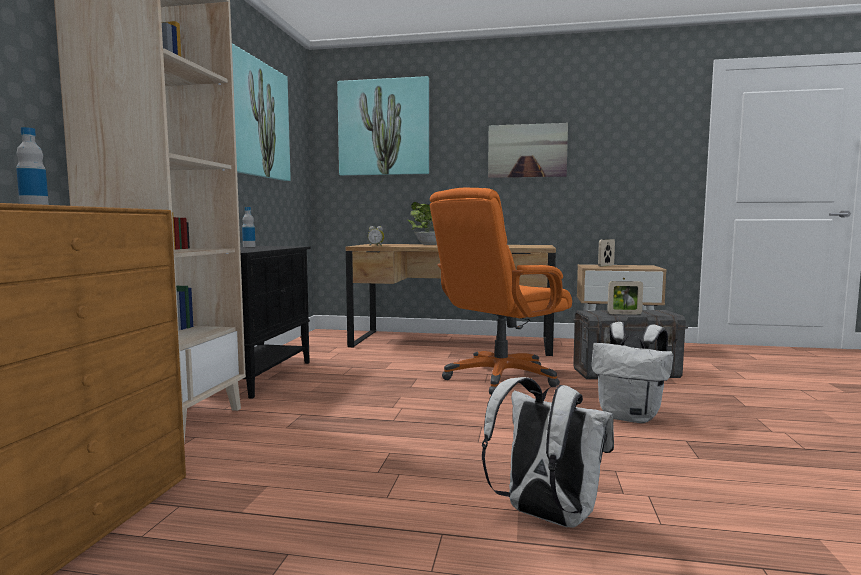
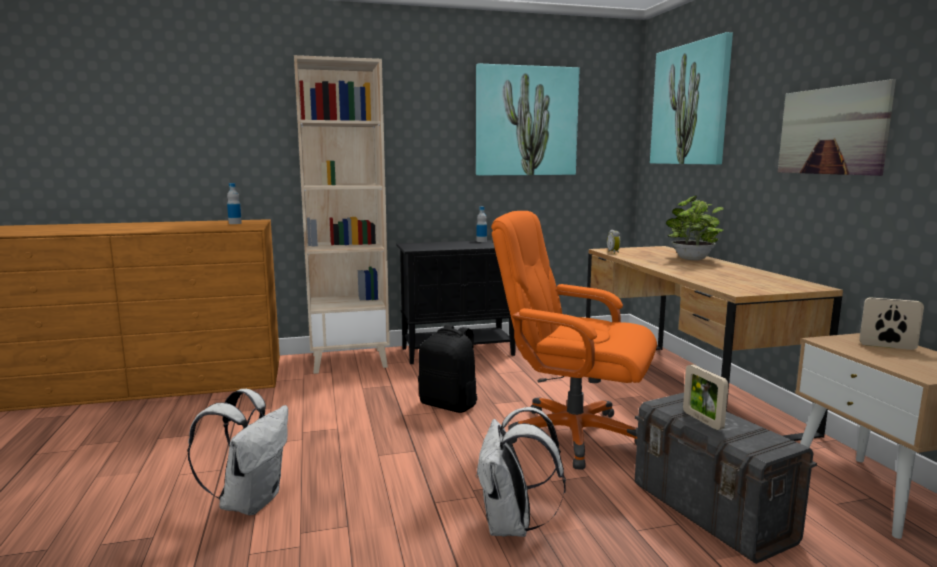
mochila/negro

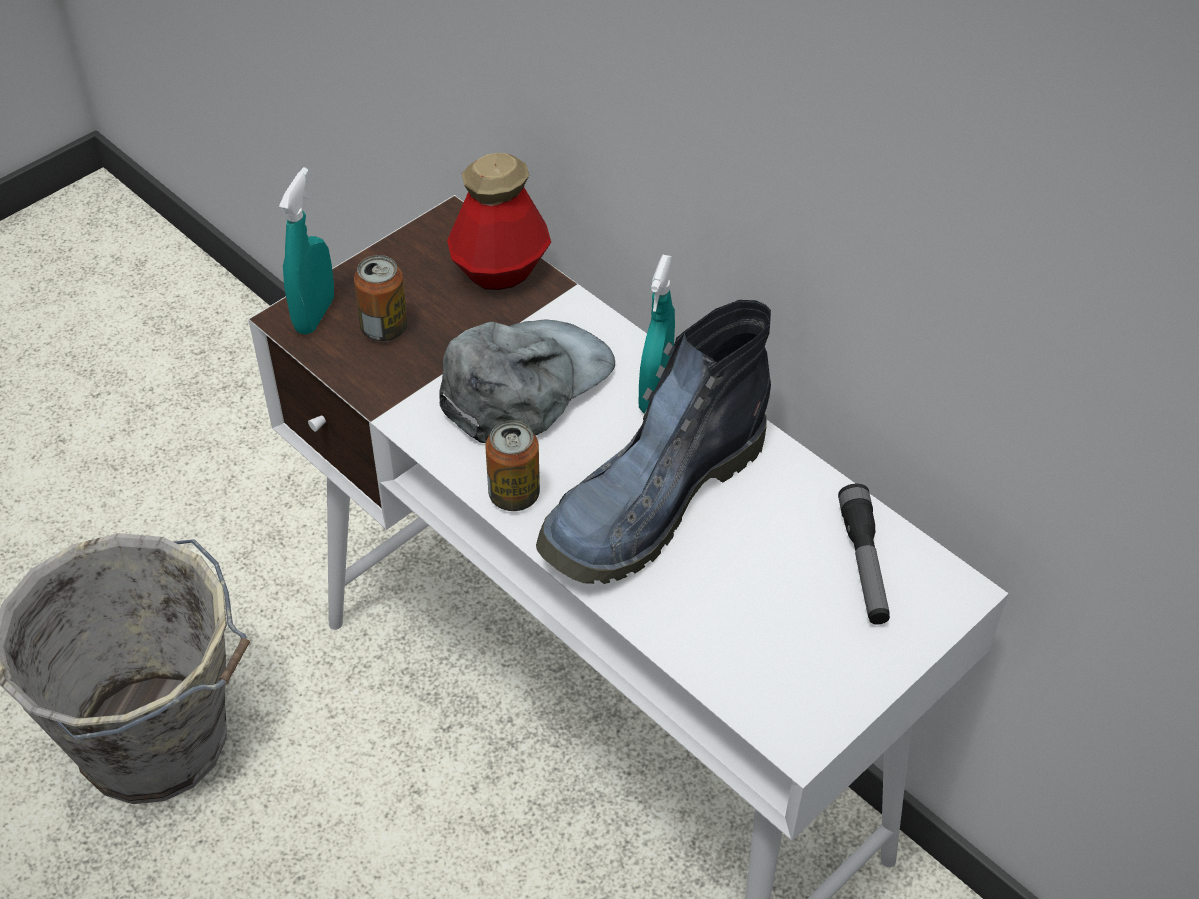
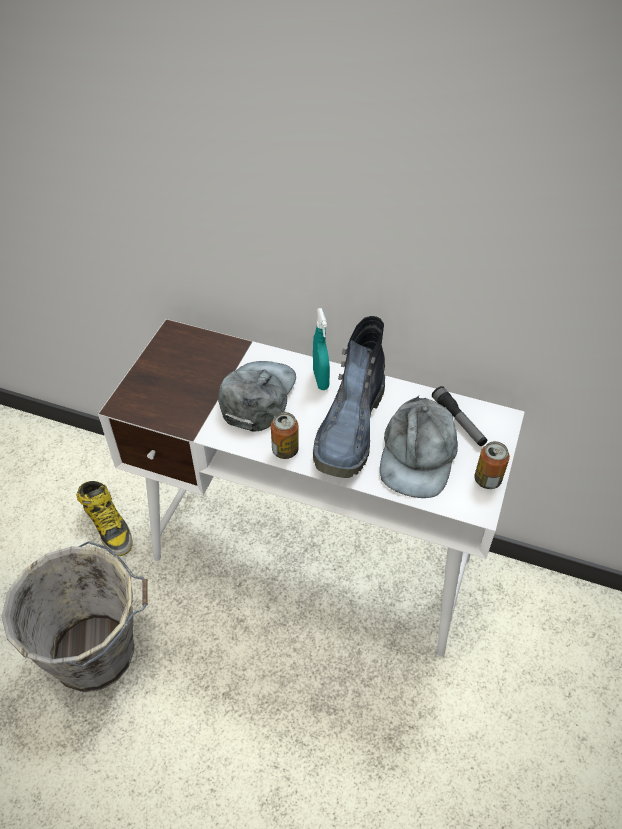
pulverizador/turquesa (1st from left in the first image); botella; bota (1st from left); gorra/gris (2nd from left); lata (2nd from left)

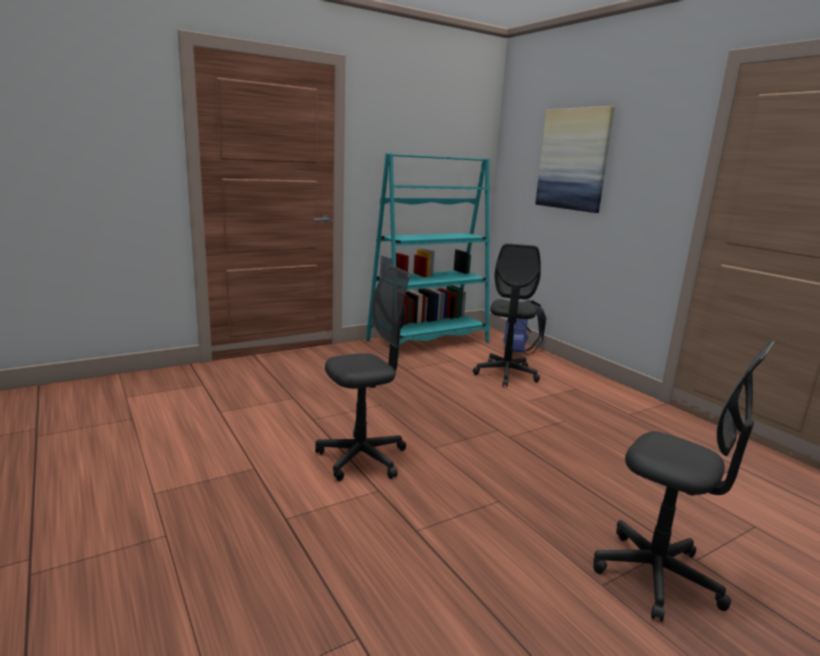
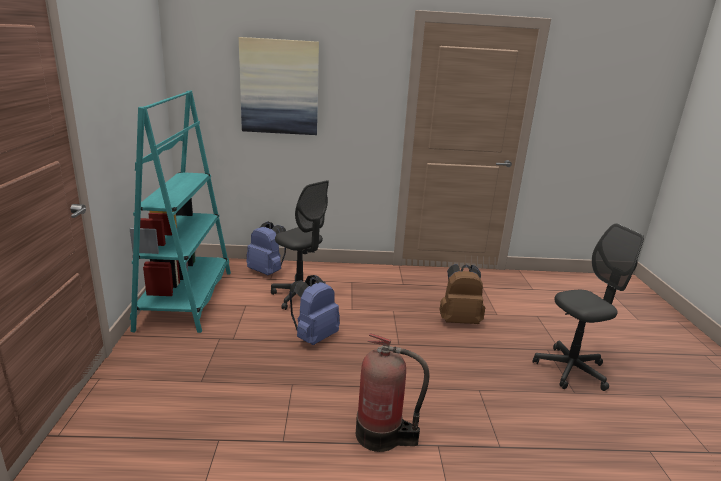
mochila/azul (2nd from left); mochila/marrón; extintor

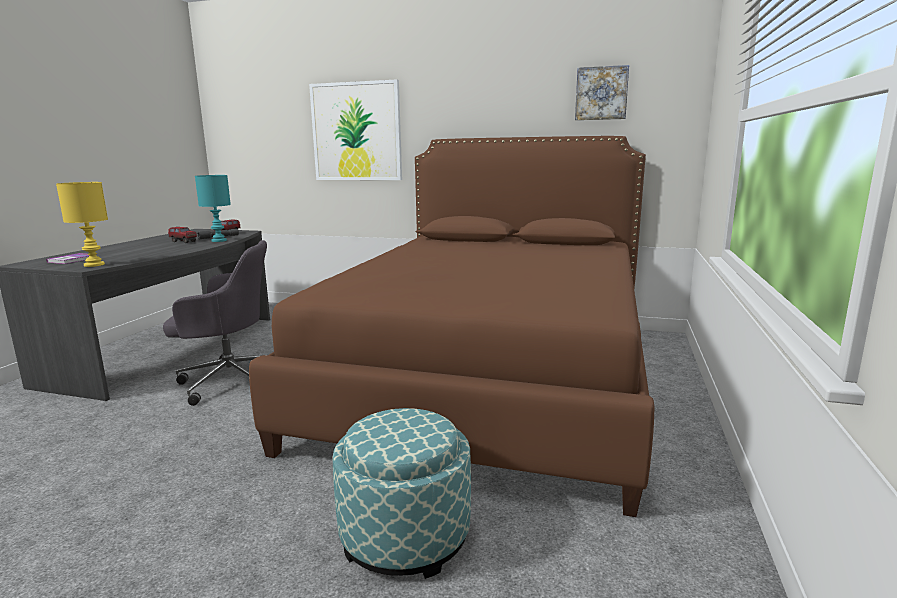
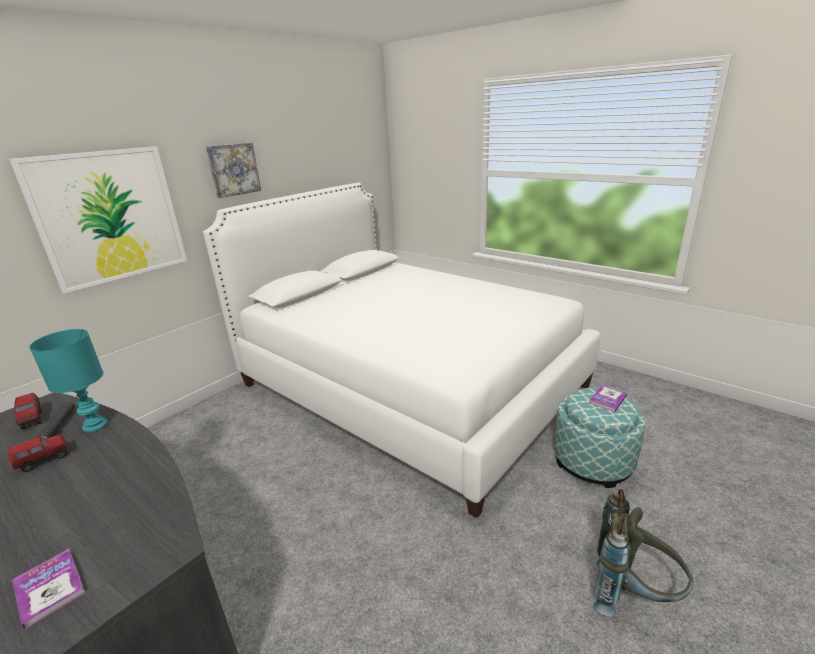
lámpara de mesa/amarillo; silla de oficina/gris; libro (2nd from left); mochila/gris; cuadro (2nd from left); cama/blanco

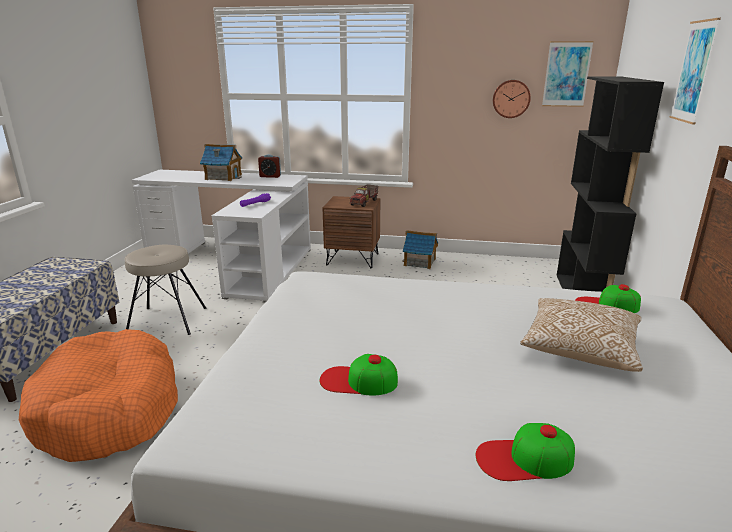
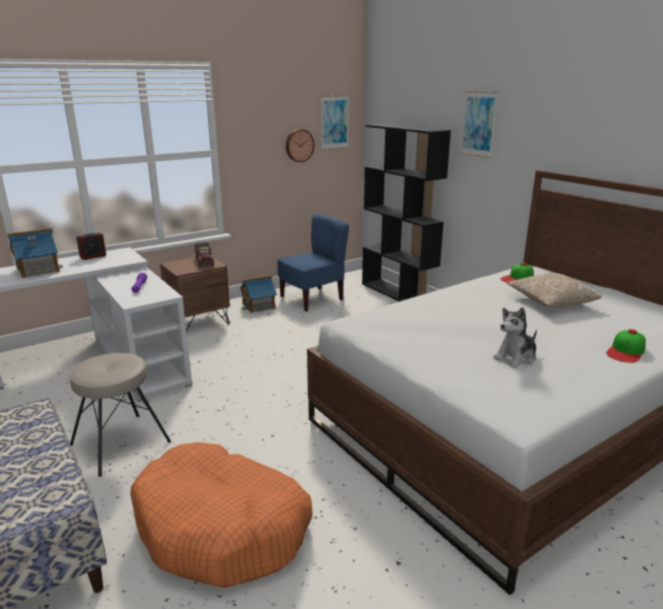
silla/azul; peluche

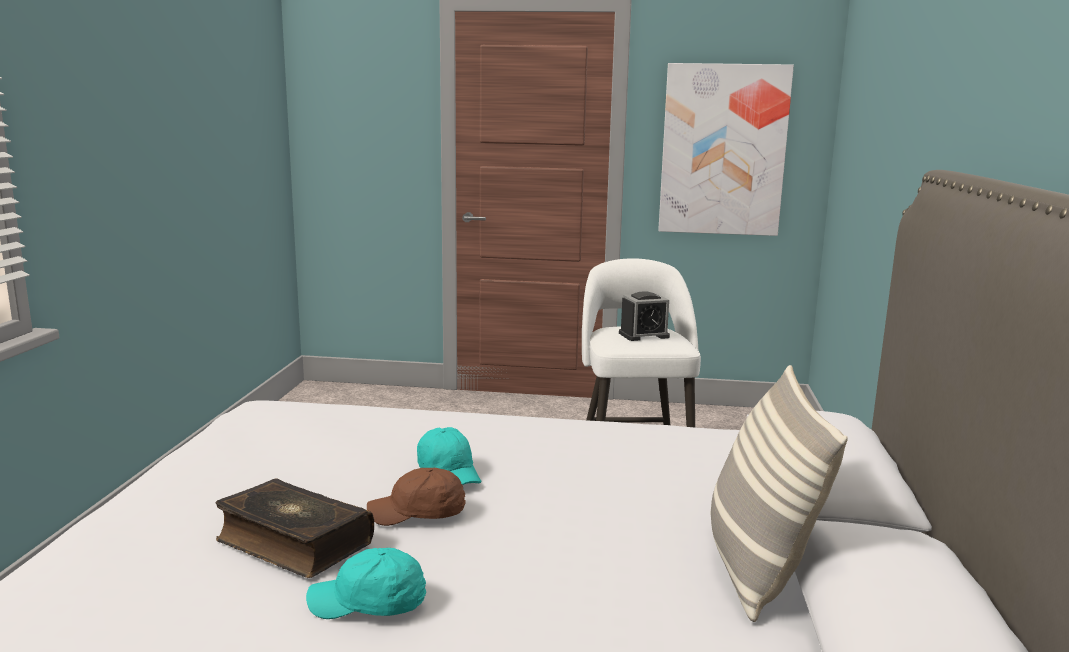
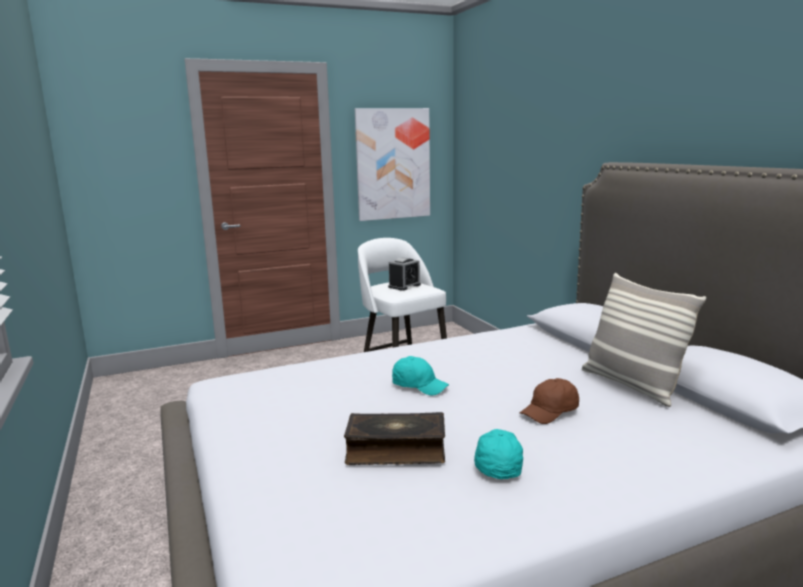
gorra/marrón; gorra/turquesa (2nd from left)

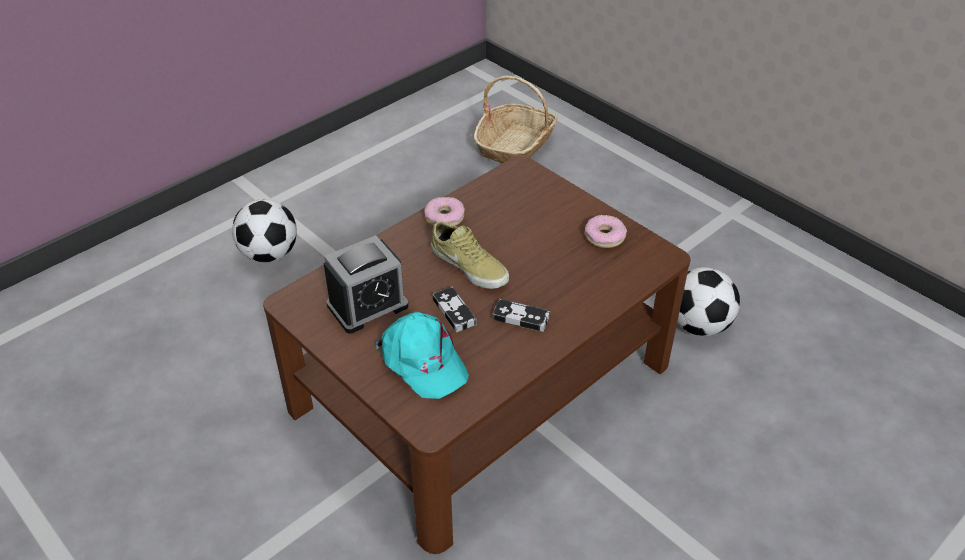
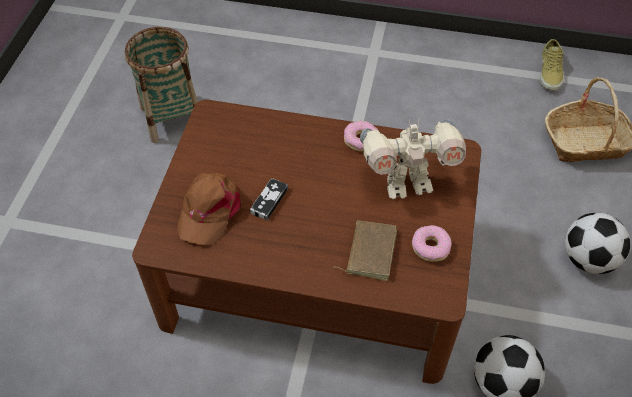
despertador; mando de consola (2nd from left in the first image); cesta (1st from left); libro/marrón; robot de juguete; balón de fútbol (2nd from left); zapato/beis; gorra/marrón

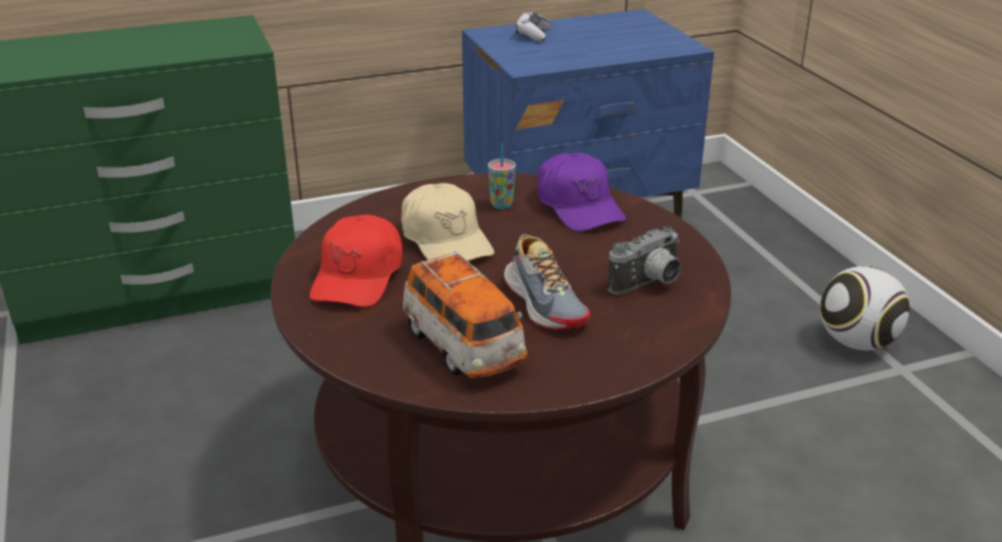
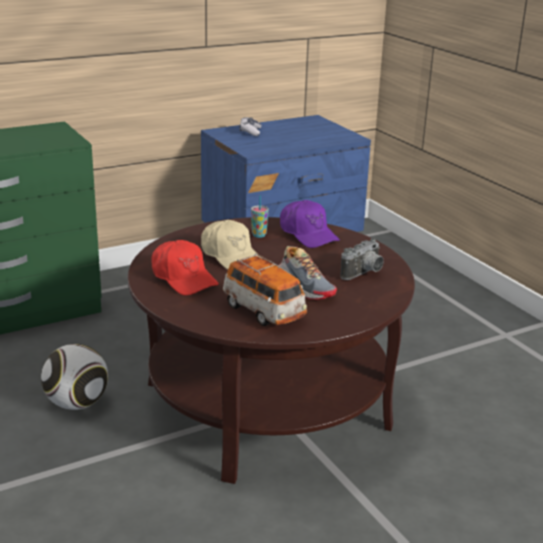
balón de fútbol; gorra/rojo

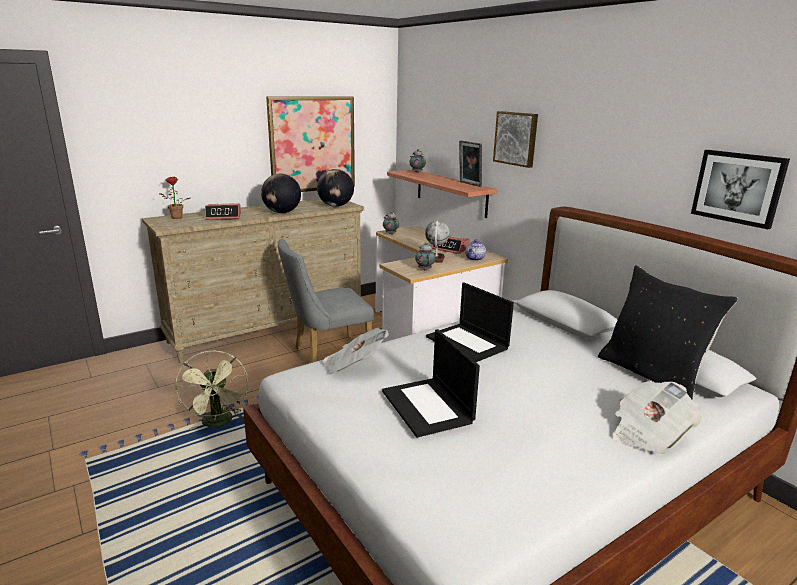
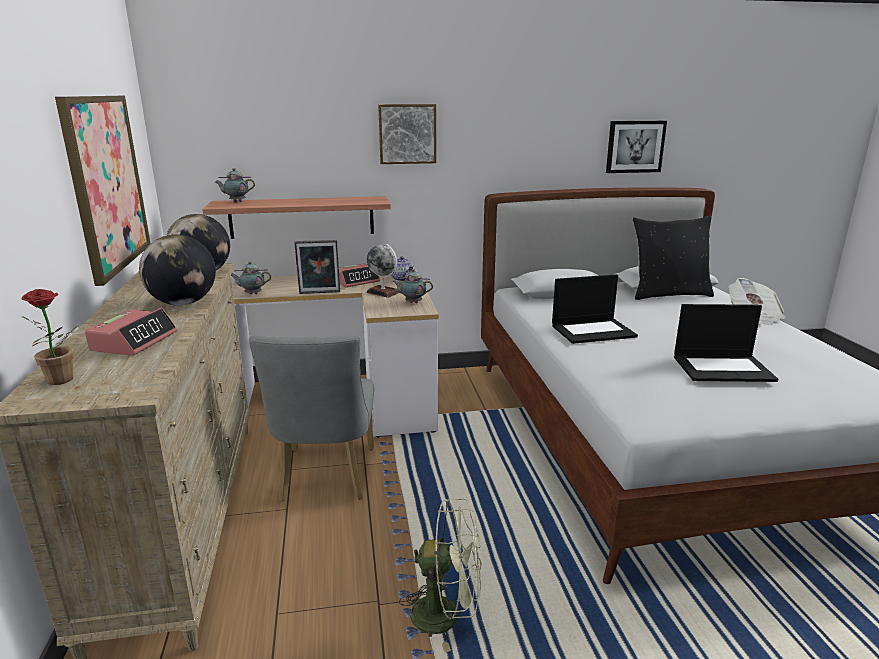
periódico (1st from left in the first image); portarretratos

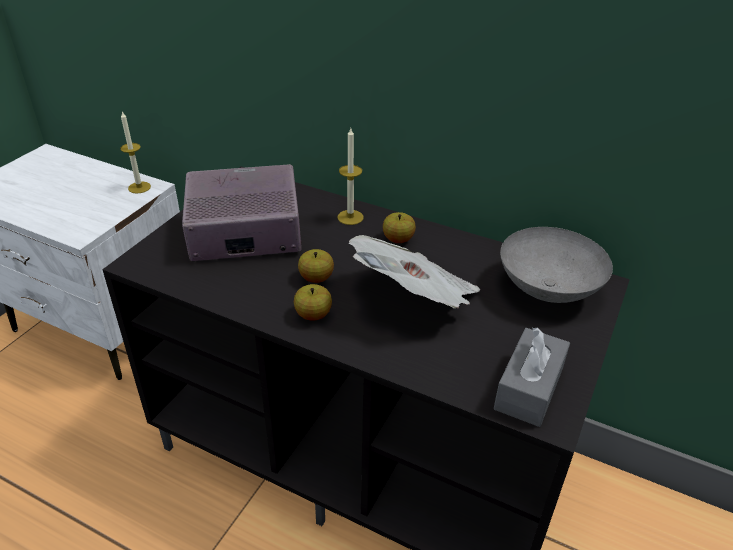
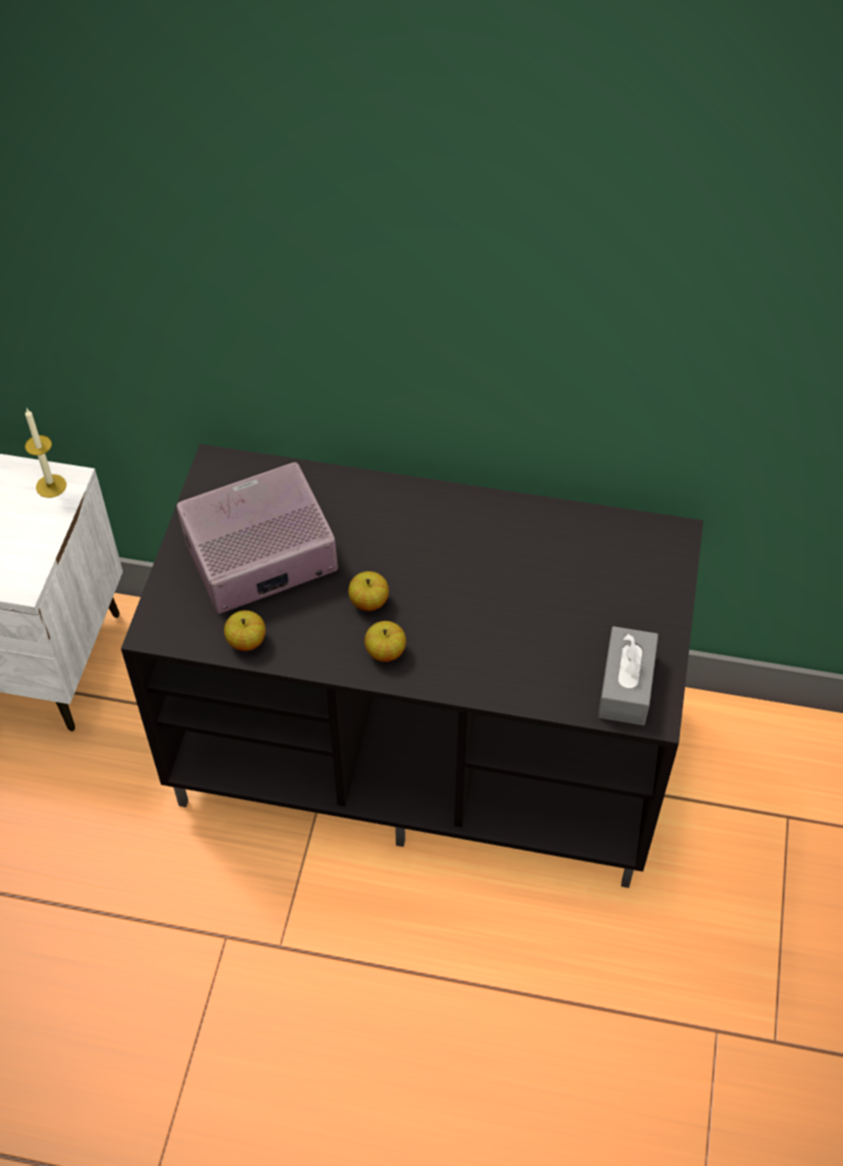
vela (2nd from left in the first image); periódico; cuenco/gris; manzana (1st from left)

